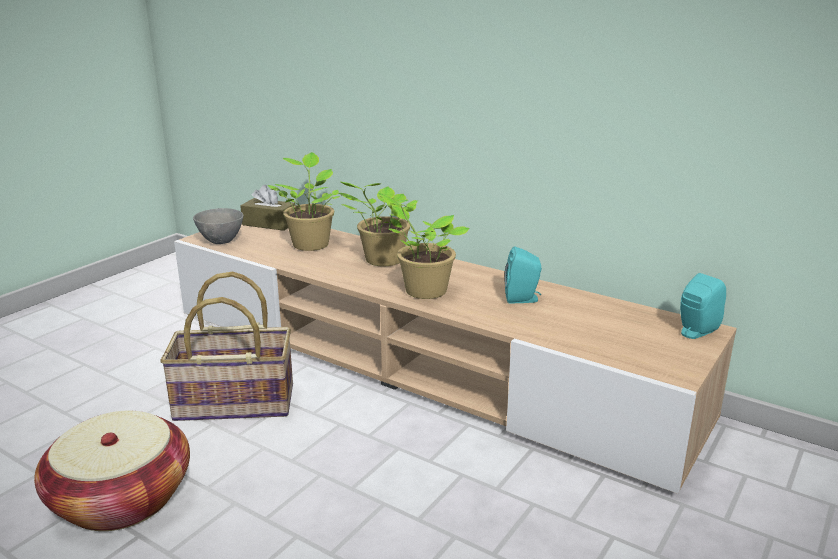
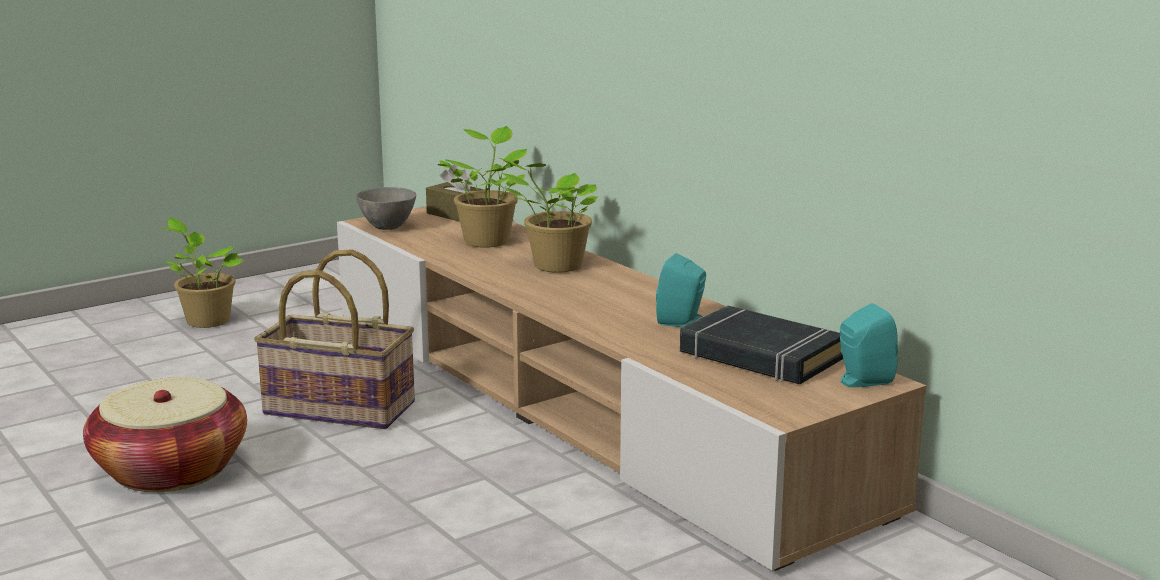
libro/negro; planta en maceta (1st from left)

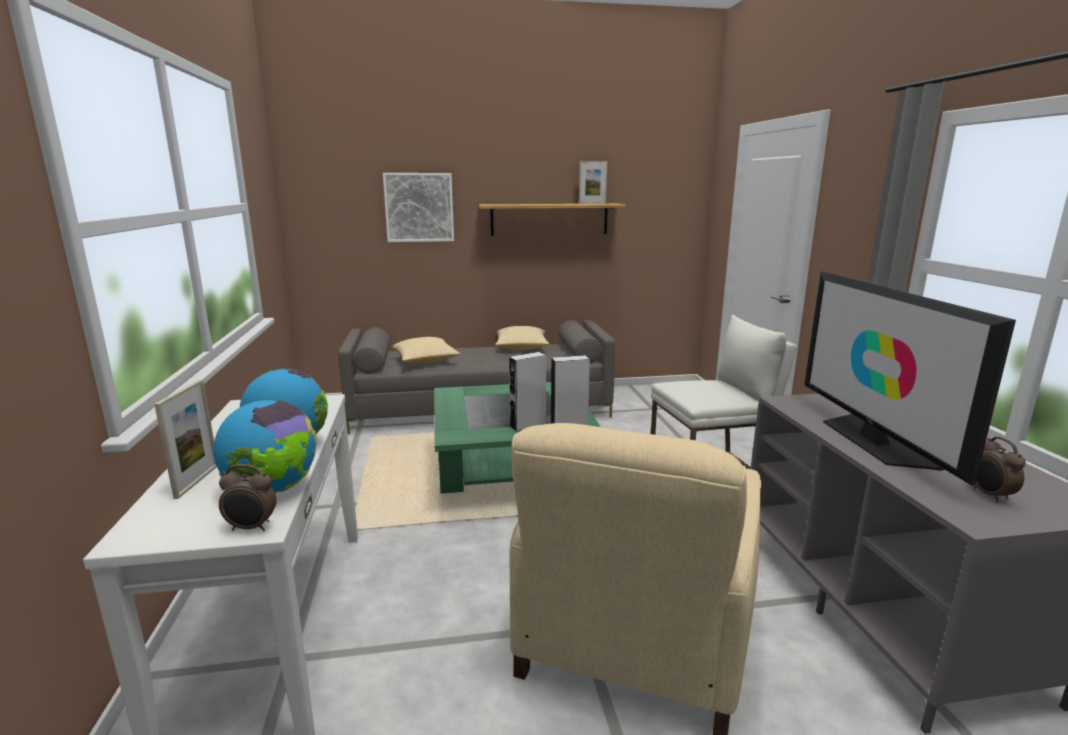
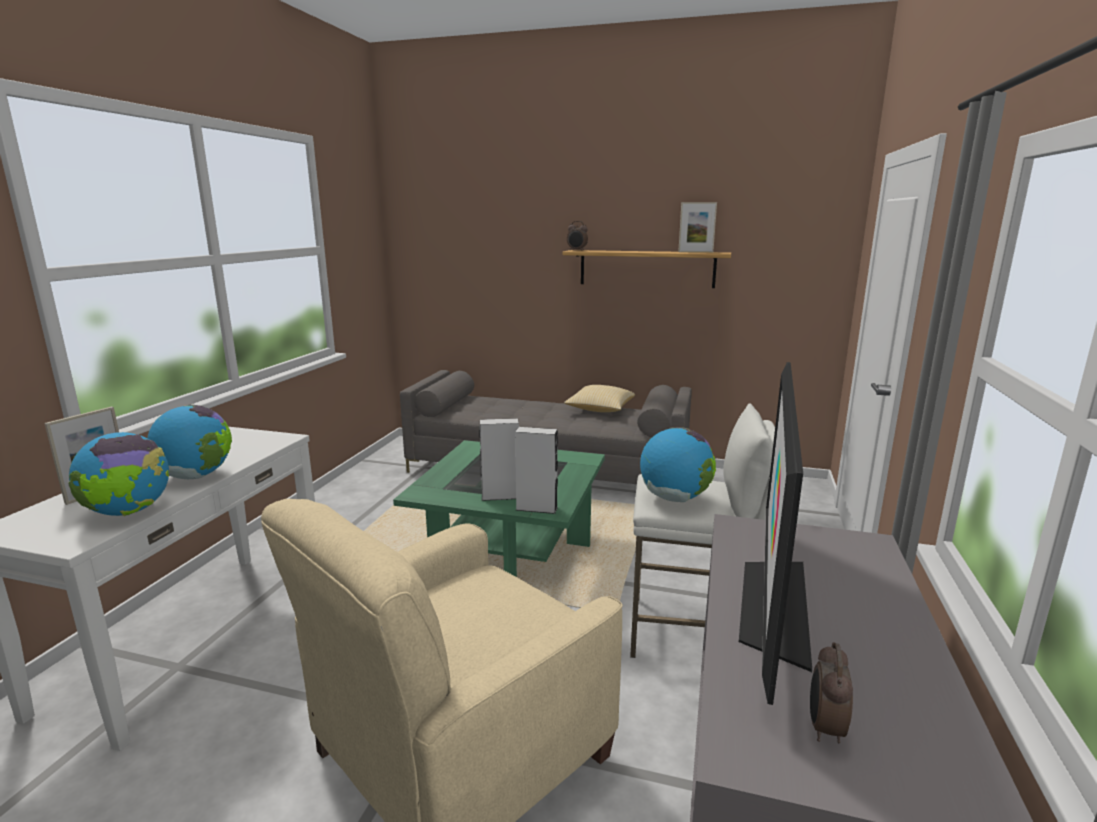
cuadro; cojín (1st from left in the first image); globo terráqueo (3rd from left); despertador (1st from left)

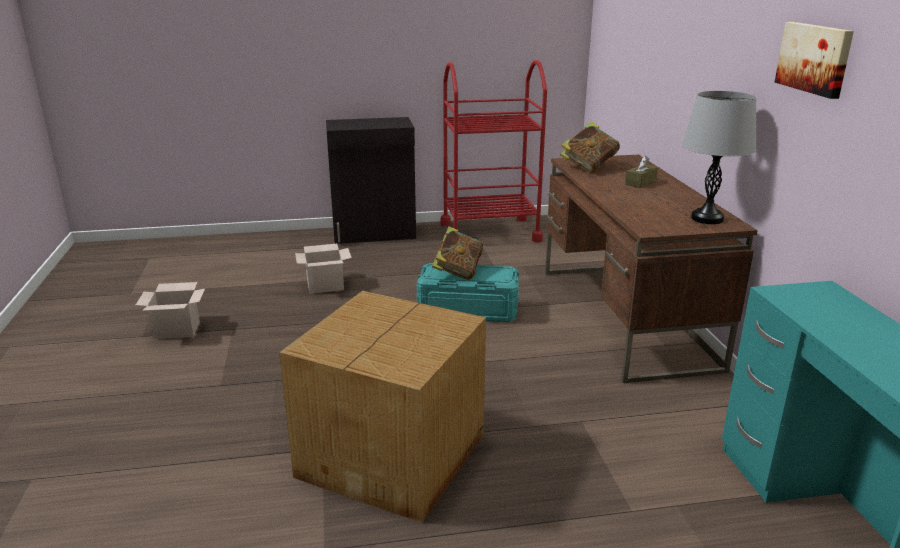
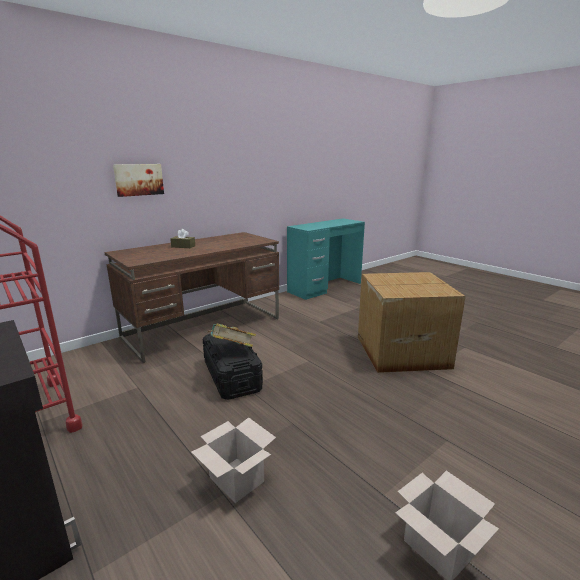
libro (2nd from left in the first image); lámpara de mesa/gris; cuadro; caja de almacenaje/negro

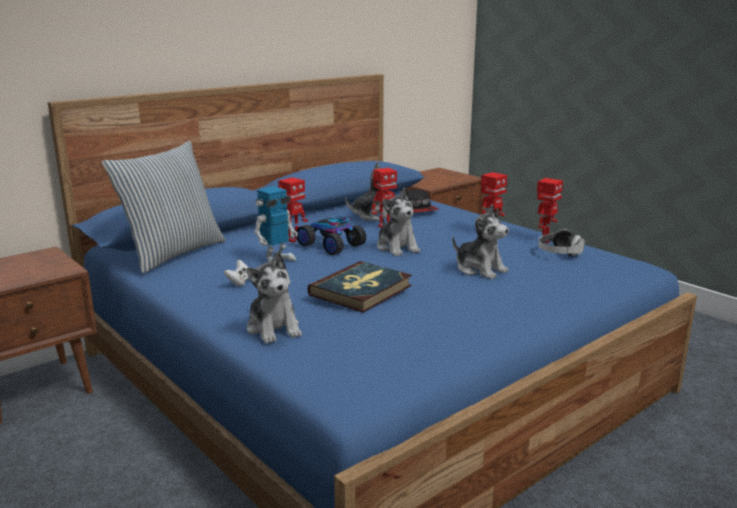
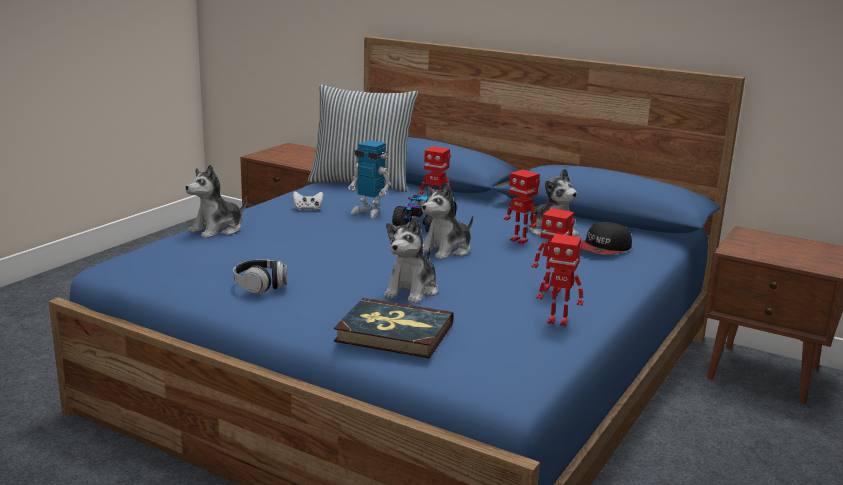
libro; auriculares

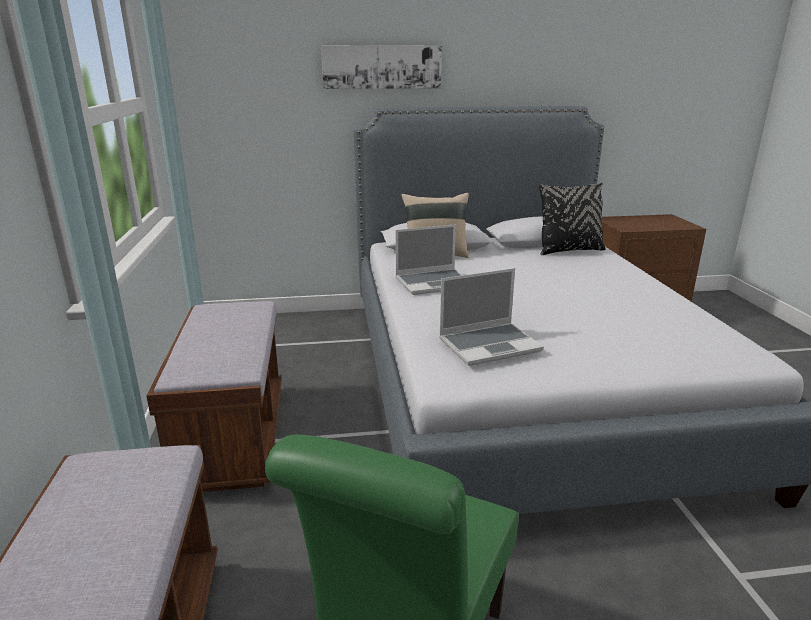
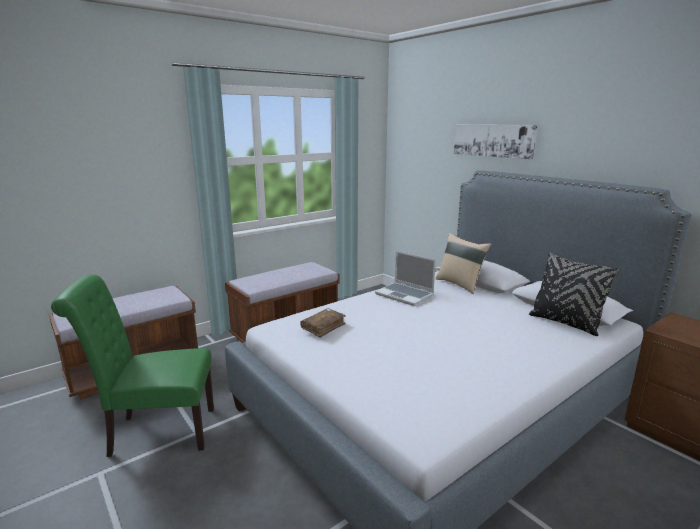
libro/marrón

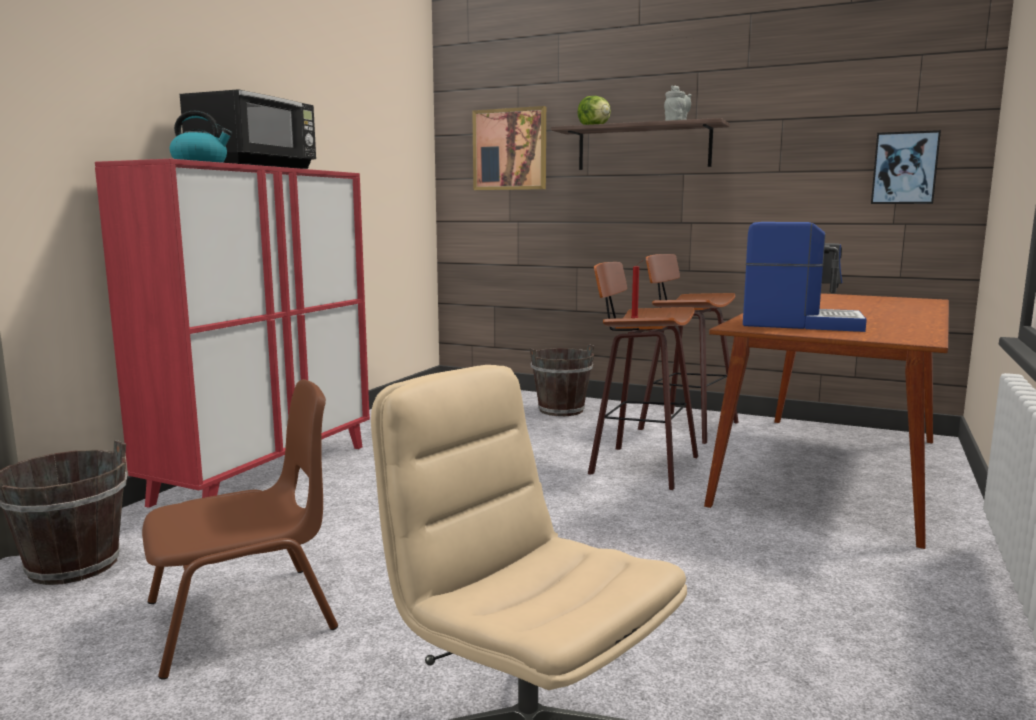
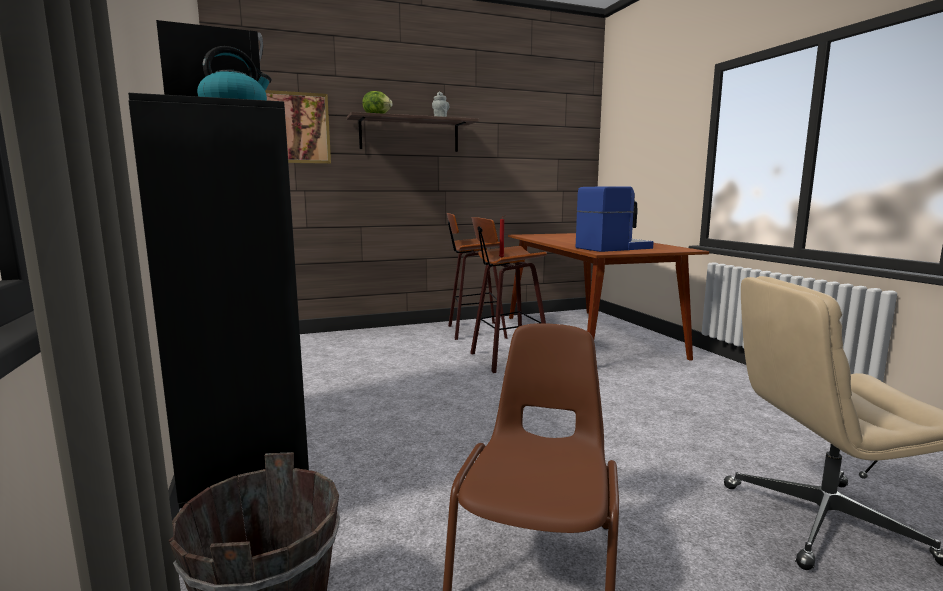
cubo/marrón (2nd from left in the first image); cuadro (2nd from left in the first image); armario/negro

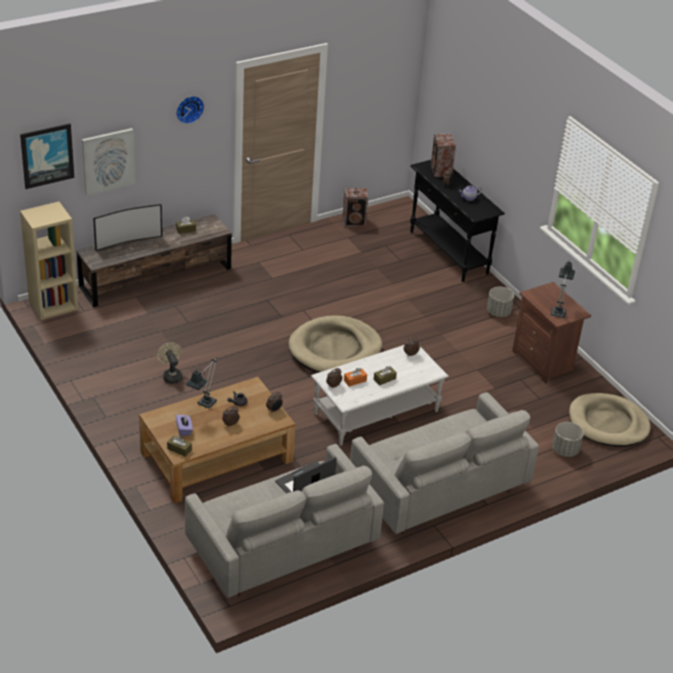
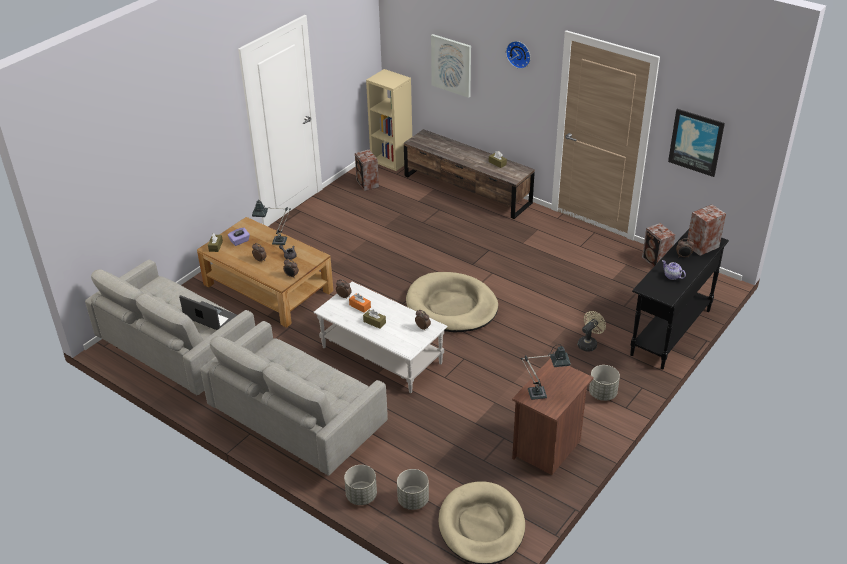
televisor; maceta/gris (1st from left); altavoz (1st from left); cuadro (2nd from left); ventilador/beis

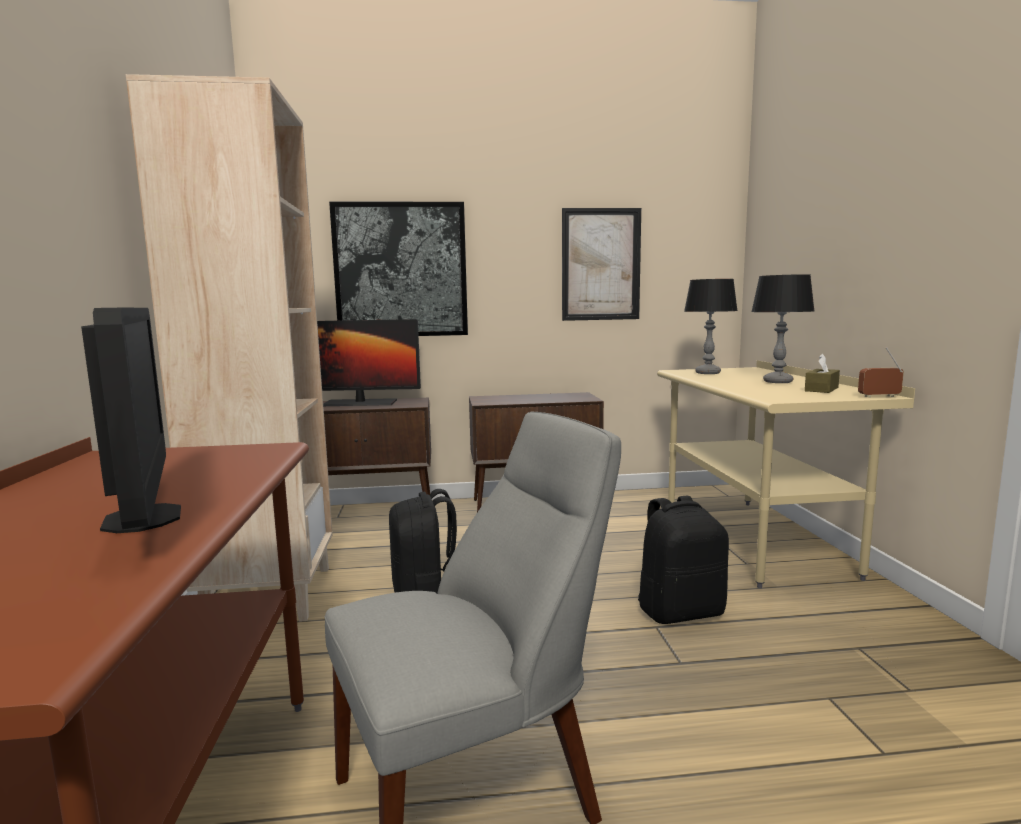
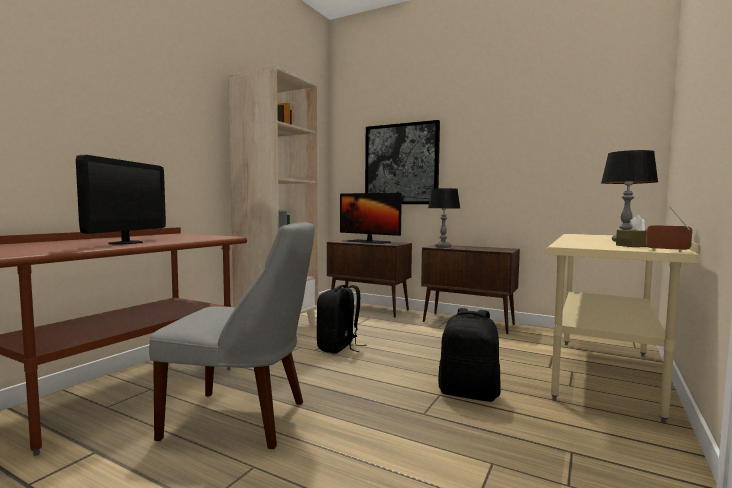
cuadro (2nd from left in the first image); lámpara de mesa (1st from left)

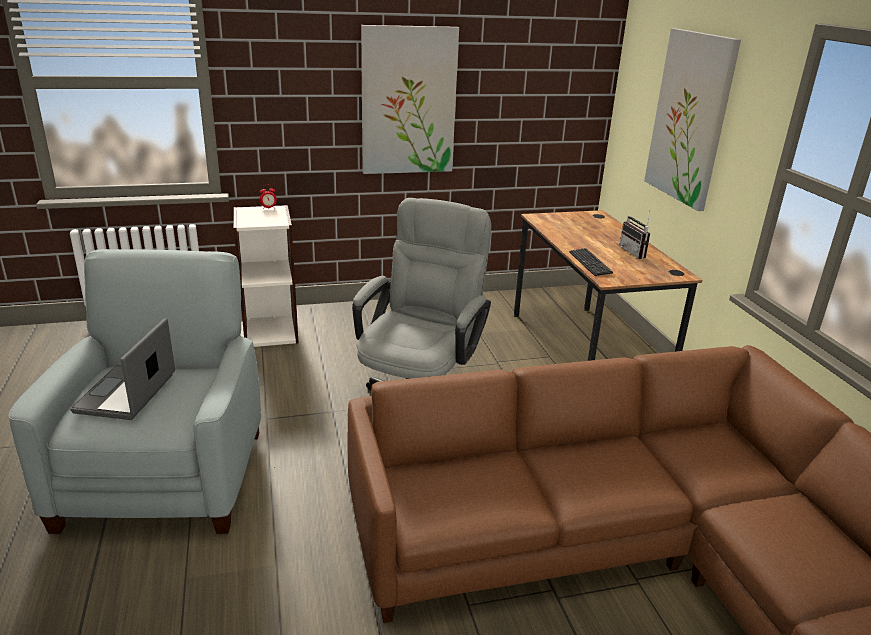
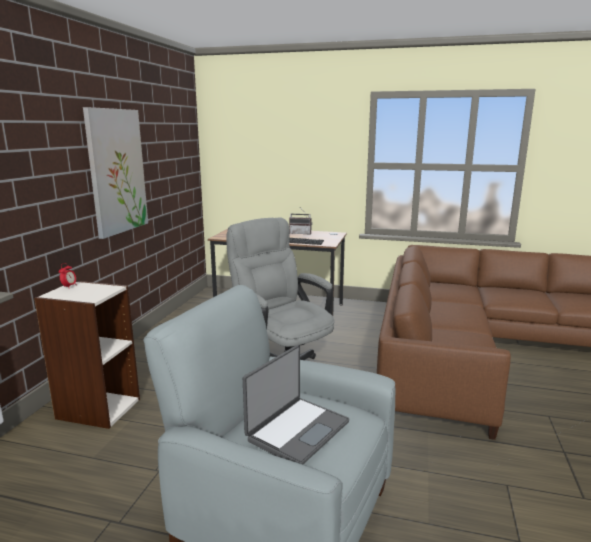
cuadro (2nd from left in the first image); portátil

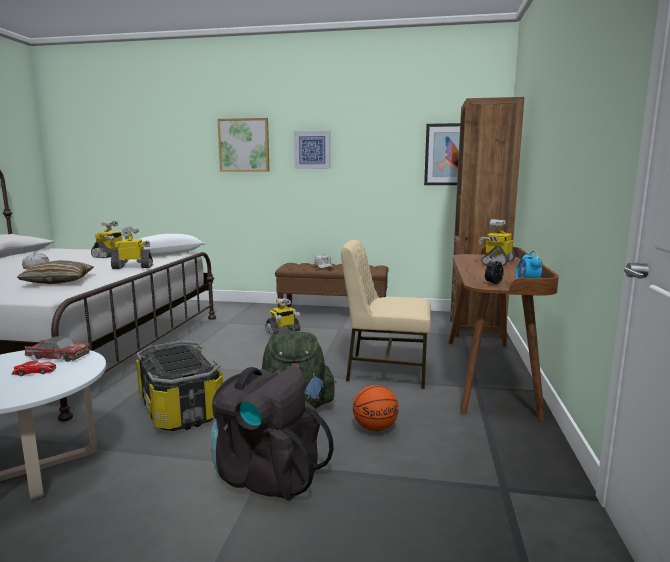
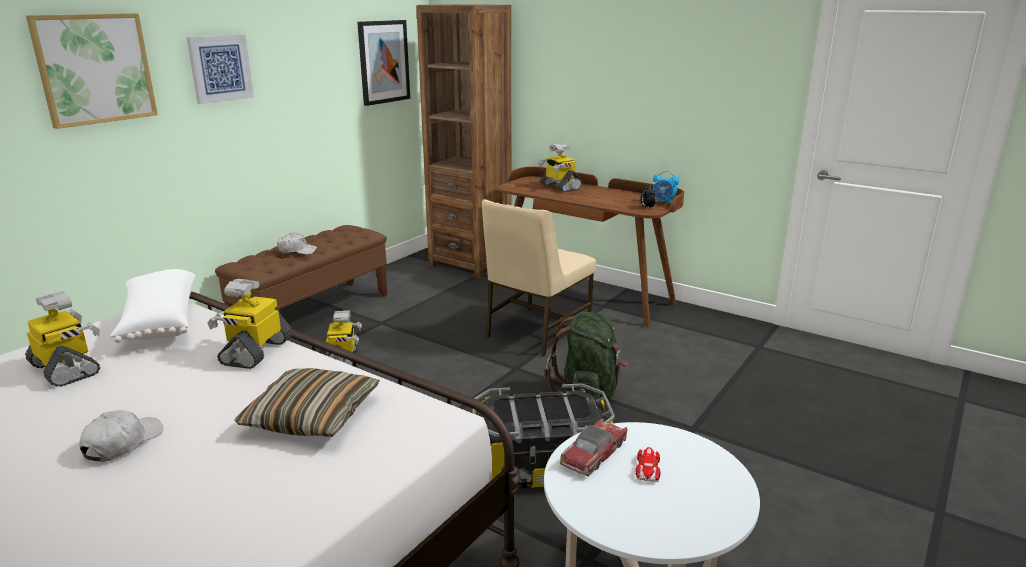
mochila/negro; balón de baloncesto

